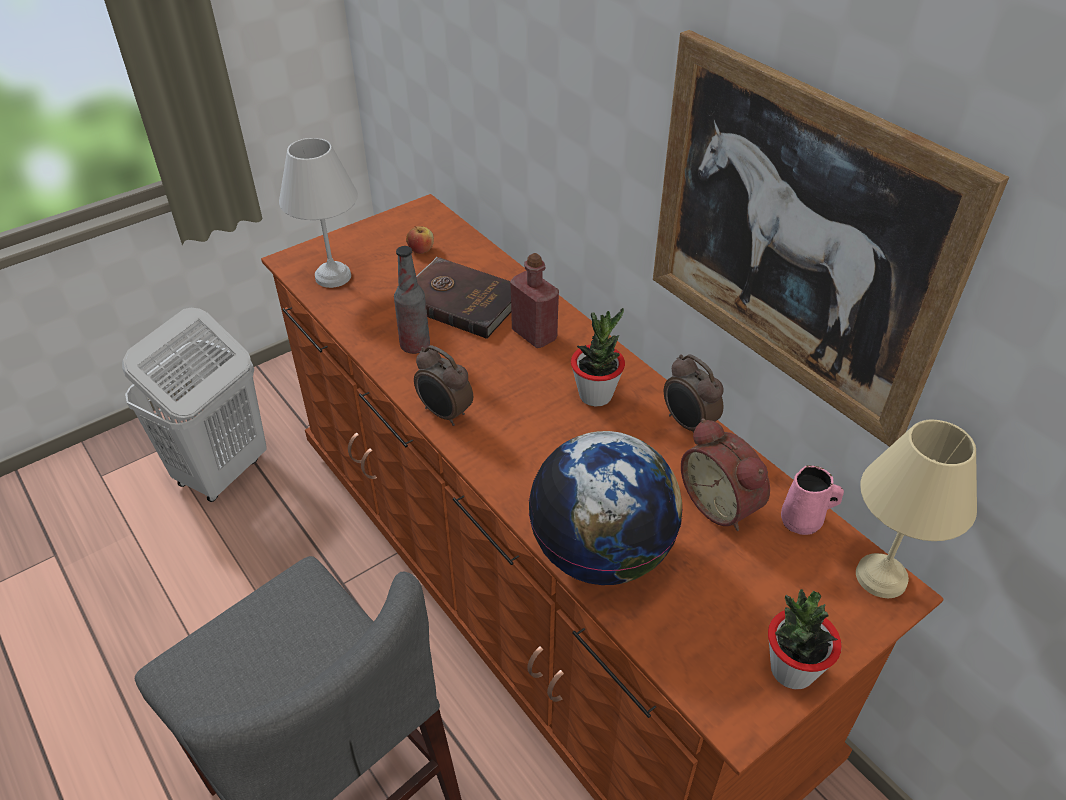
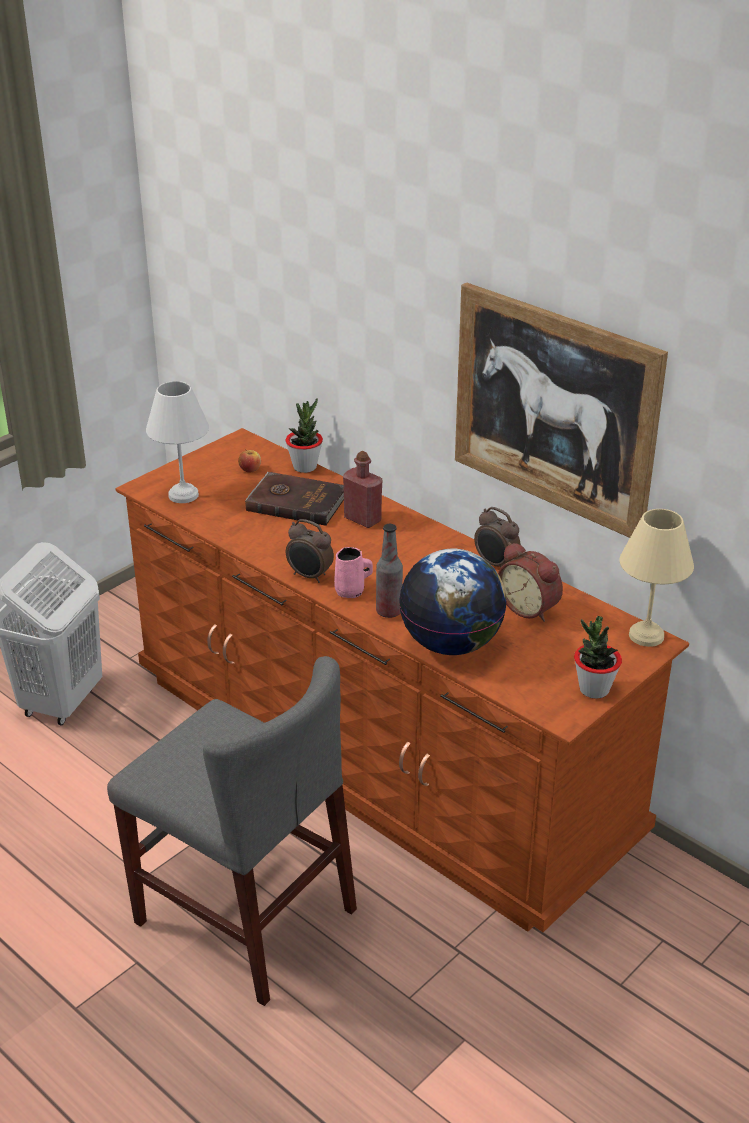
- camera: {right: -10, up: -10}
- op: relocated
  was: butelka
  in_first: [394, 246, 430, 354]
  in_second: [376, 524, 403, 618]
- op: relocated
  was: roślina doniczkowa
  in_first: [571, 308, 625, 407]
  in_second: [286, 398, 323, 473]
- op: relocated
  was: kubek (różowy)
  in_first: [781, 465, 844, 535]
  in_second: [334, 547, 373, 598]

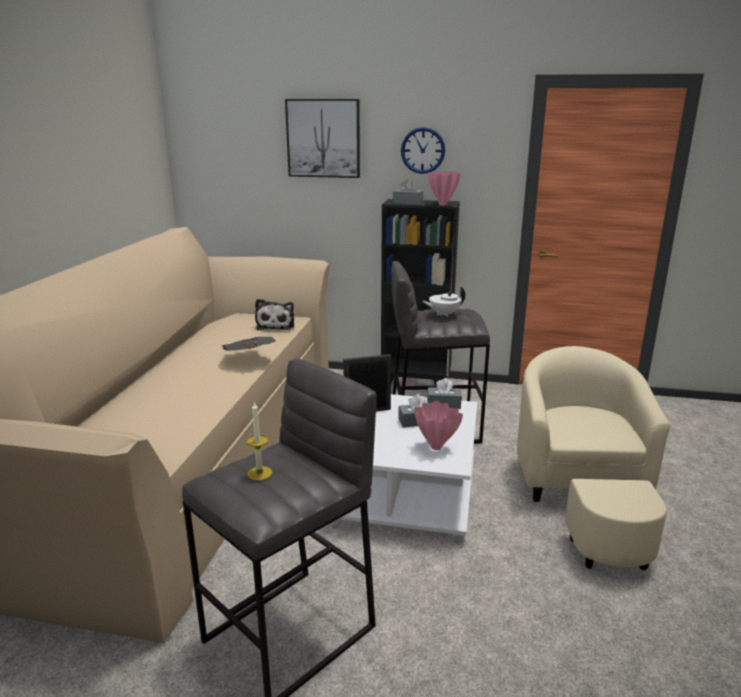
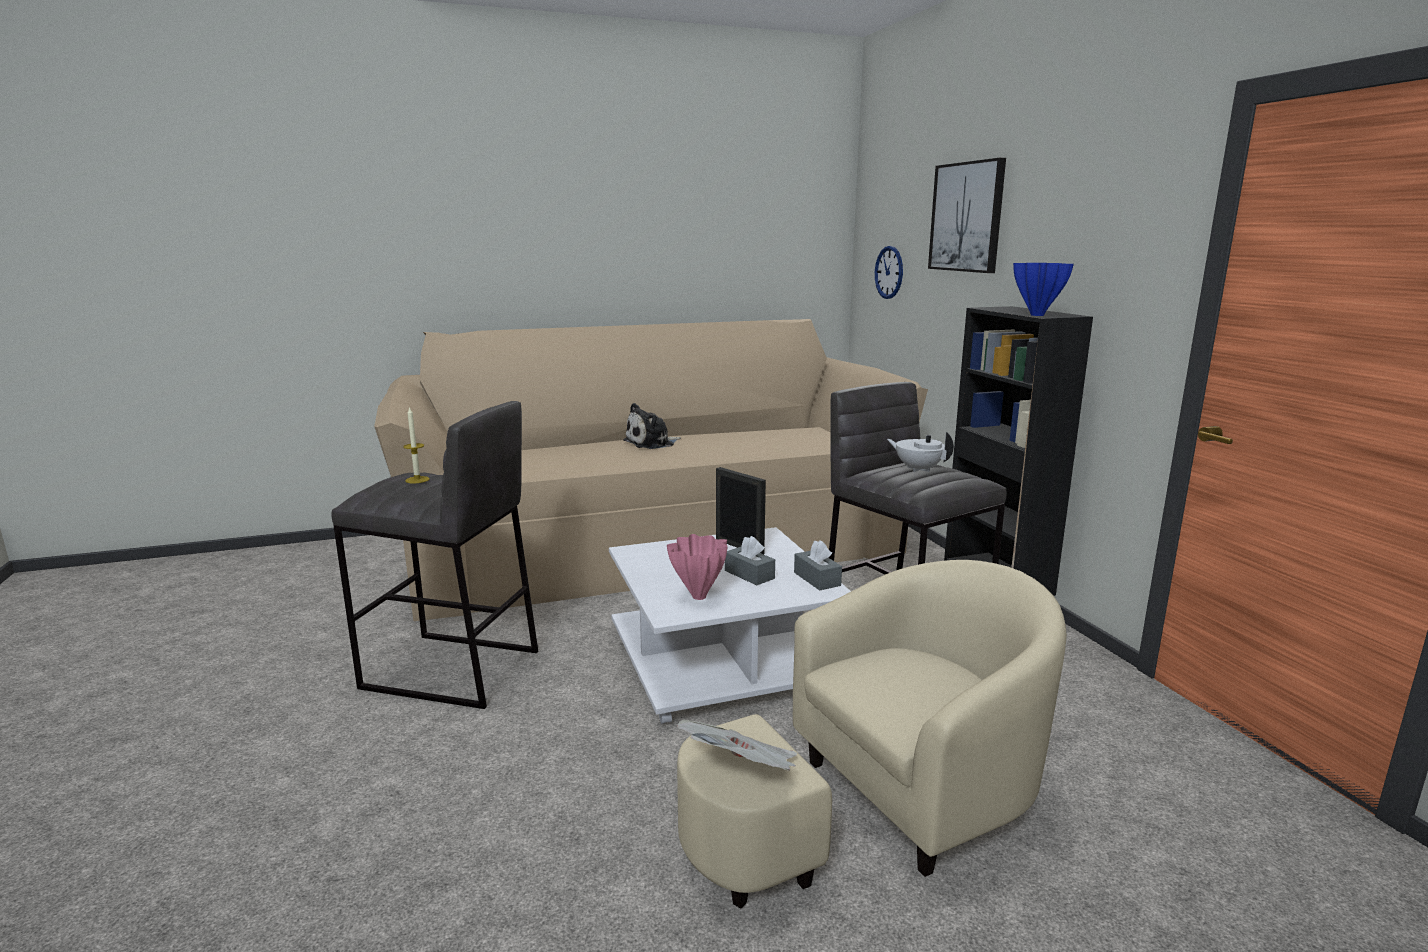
- camera: {right: 60, up: -5}
- op: missing
  was: pudełko chusteczek (szary)
  in_first: [393, 179, 423, 205]
- op: relocated
  was: gazeta
  in_first: [221, 337, 276, 351]
  in_second: [677, 720, 797, 771]
- op: relocated
  was: pluszak
  in_first: [255, 299, 294, 330]
  in_second: [623, 403, 681, 449]
- op: relocated
  was: zegar ścienny
  in_first: [401, 127, 445, 174]
  in_second: [875, 246, 903, 299]
- op: colour
  was: wazon (różowy)
  now: wazon (niebieski)
  in_first: [428, 171, 460, 205]
  in_second: [1013, 263, 1074, 316]

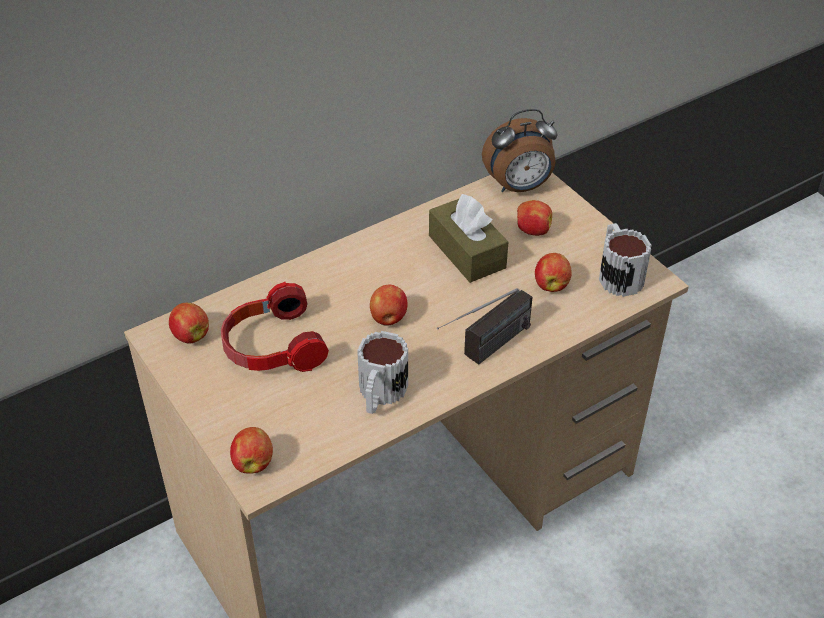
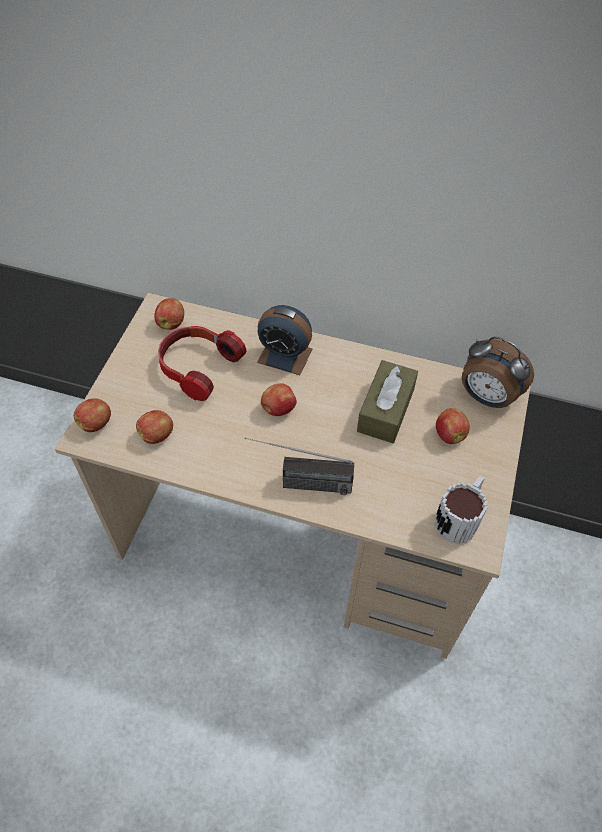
- camera: {right: 50, up: 10}
- op: missing
  was: kubek
  in_first: [357, 331, 408, 414]
- op: appeared
  now: budzik
  in_second: [257, 305, 313, 375]
- op: relocated
  was: jabłko
  in_first: [535, 253, 572, 292]
  in_second: [136, 410, 173, 444]

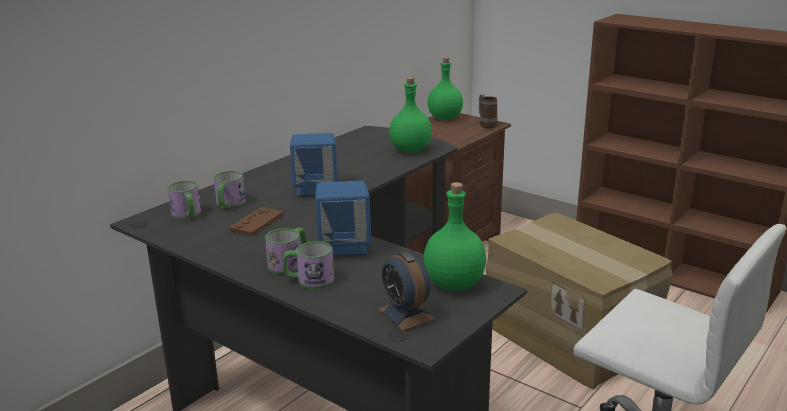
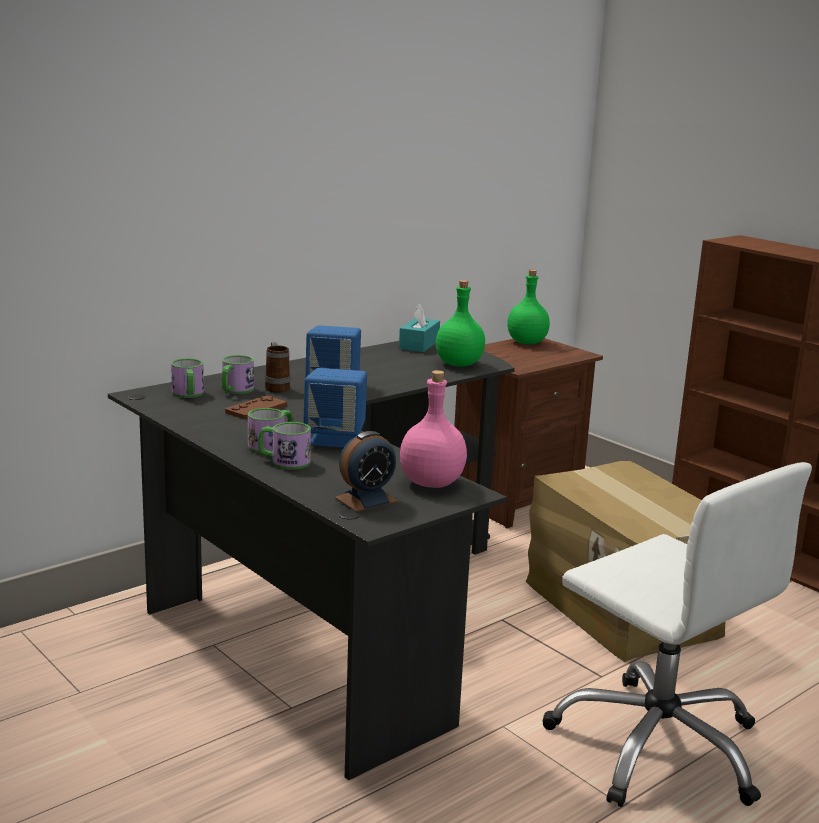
- camera: {right: 10, up: -5}
- op: appeared
  now: pudełko chusteczek (turkusowy)
  in_second: [399, 303, 440, 352]
- op: relocated
  was: kubek
  in_first: [479, 94, 498, 128]
  in_second: [265, 342, 291, 392]
- op: colour
  was: butelka (zielony)
  now: butelka (różowy)
  in_first: [424, 182, 486, 291]
  in_second: [400, 370, 467, 488]
- op: spun
  was: budzik
  in_first: [378, 251, 435, 331]
  in_second: [335, 431, 398, 512]
  clockwise: -105

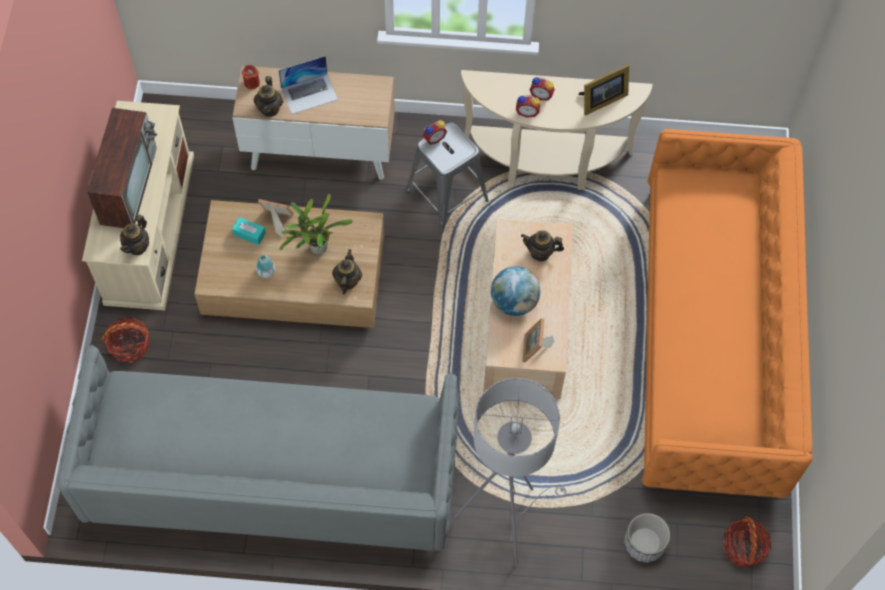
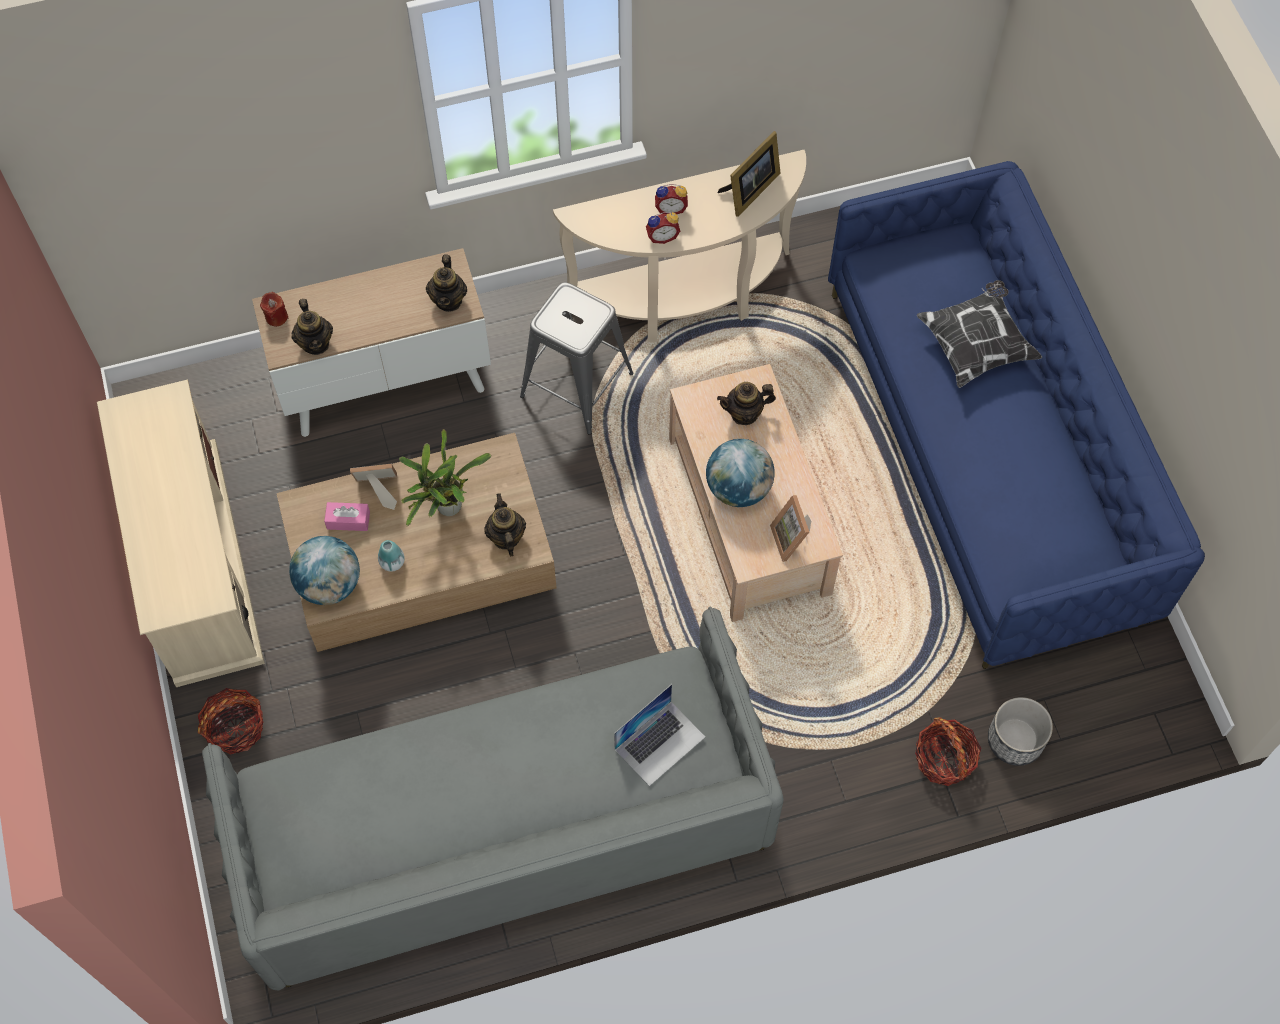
- camera: {right: -20, up: 0}
- op: missing
  was: telewizor
  in_first: [87, 108, 158, 228]
- op: missing
  was: budzik
  in_first: [423, 120, 447, 145]
- op: missing
  was: lampa stojąca (szary)
  in_first: [454, 378, 566, 566]
- op: appeared
  now: globus
  in_second: [289, 536, 360, 605]
- op: appeared
  now: poduszka
  in_second: [917, 280, 1042, 388]
- op: relocated
  was: imbryk
  in_first: [120, 215, 149, 255]
  in_second: [426, 255, 467, 312]
- op: relocated
  was: laptop
  in_first: [278, 56, 338, 114]
  in_second: [614, 684, 705, 786]
- op: relocated
  was: koszyk
  in_first: [723, 516, 772, 567]
  in_second: [915, 718, 981, 786]
- op: colour
  was: pudełko chusteczek (turkusowy)
  now: pudełko chusteczek (różowy)
  in_first: [232, 217, 266, 245]
  in_second: [324, 502, 370, 531]
- op: colour
  was: kanapa (pomarańczowy)
  now: kanapa (niebieski)
  in_first: [641, 129, 813, 498]
  in_second: [828, 161, 1205, 669]

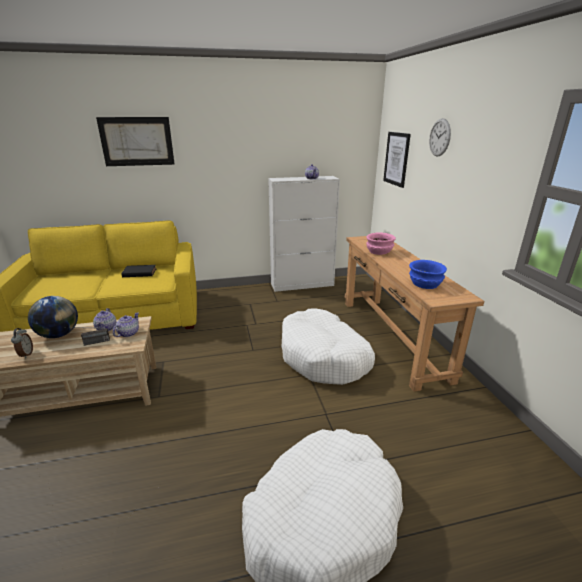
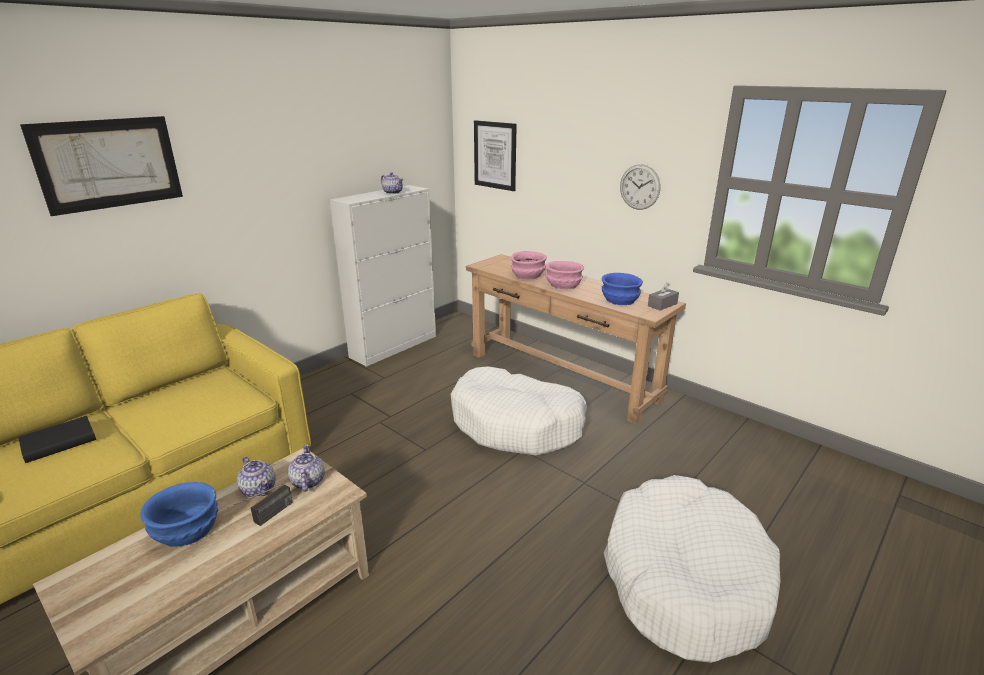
- camera: {right: -35, up: 0}
- op: missing
  was: budzik
  in_first: [11, 328, 33, 359]
- op: appeared
  now: miska (różowy)
  in_second: [546, 261, 584, 290]
- op: appeared
  now: pudełko chusteczek (szary)
  in_second: [648, 282, 679, 311]
- op: relocated
  was: książka (czarny)
  in_first: [121, 265, 156, 277]
  in_second: [18, 416, 96, 463]
- op: relocated
  was: zegar ścienny
  in_first: [429, 118, 451, 156]
  in_second: [620, 164, 660, 210]
- op: exchanged
  was: globus
  now: miska (niebieski)
  in_first: [28, 296, 78, 338]
  in_second: [140, 482, 218, 547]

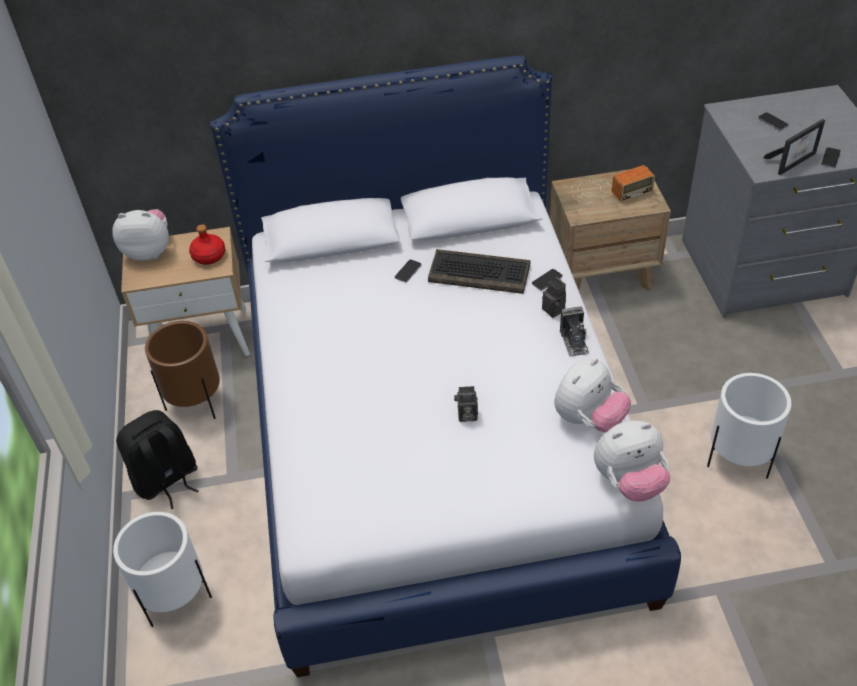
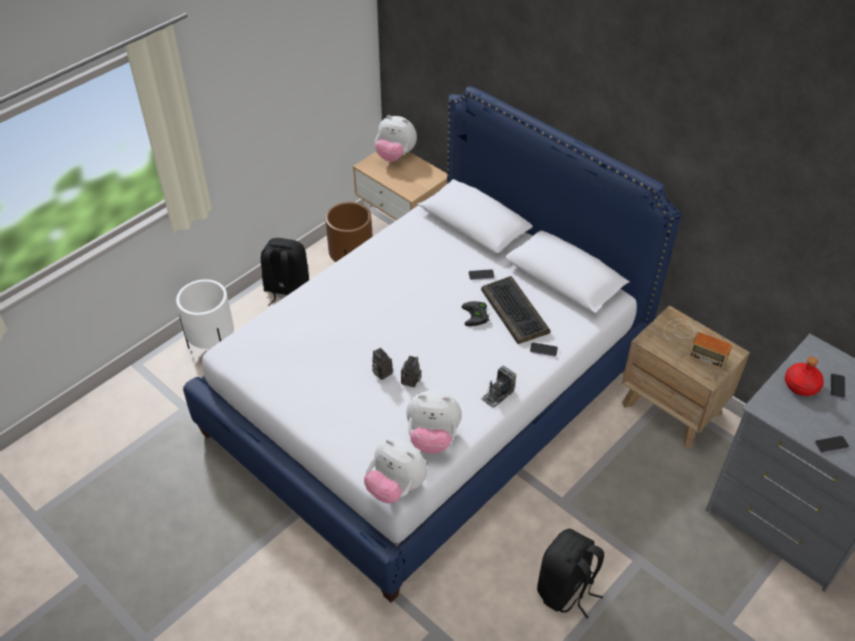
- camera: {right: 50, up: 0}
- op: missing
  was: ramka na zdjęcie
  in_first: [763, 119, 825, 175]
- op: appeared
  now: pad do gier (czarny)
  in_second: [461, 301, 489, 326]
- op: relocated
  was: butelka (czerwony)
  in_first: [189, 224, 225, 265]
  in_second: [785, 357, 824, 396]
- op: relocated
  was: aparat fotograficzny
  in_first: [542, 276, 566, 318]
  in_second: [401, 356, 421, 387]
- op: exchanged
  was: donica (biały)
  now: plecak (czarny)
  in_first: [707, 373, 791, 479]
  in_second: [537, 529, 604, 618]
- op: spun
  was: pluszak
  in_first: [112, 209, 169, 261]
  in_second: [375, 115, 417, 162]
  clockwise: 150

